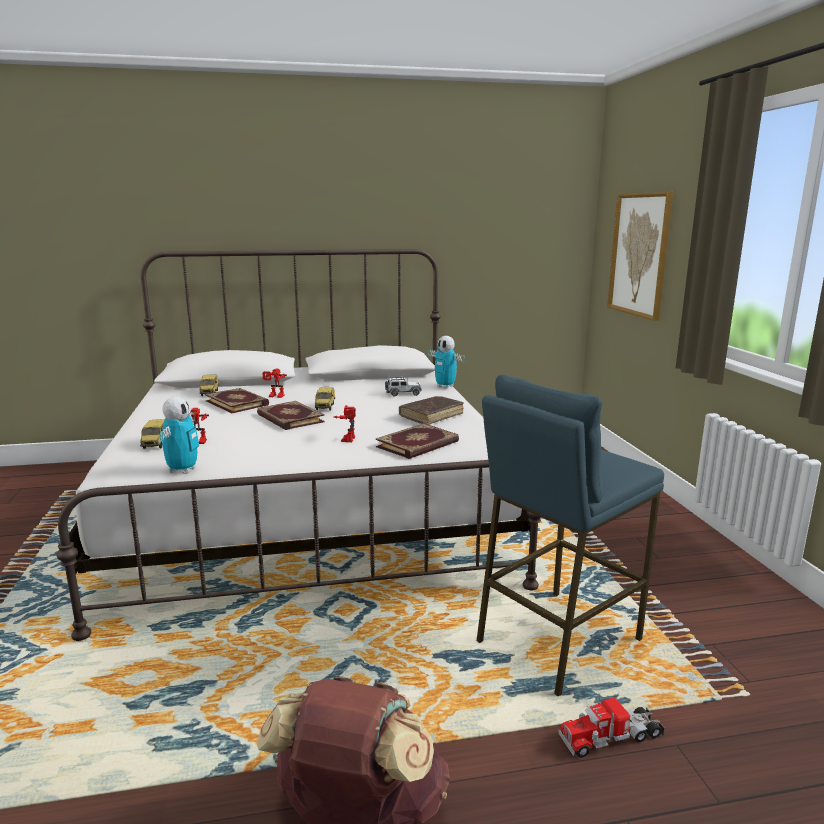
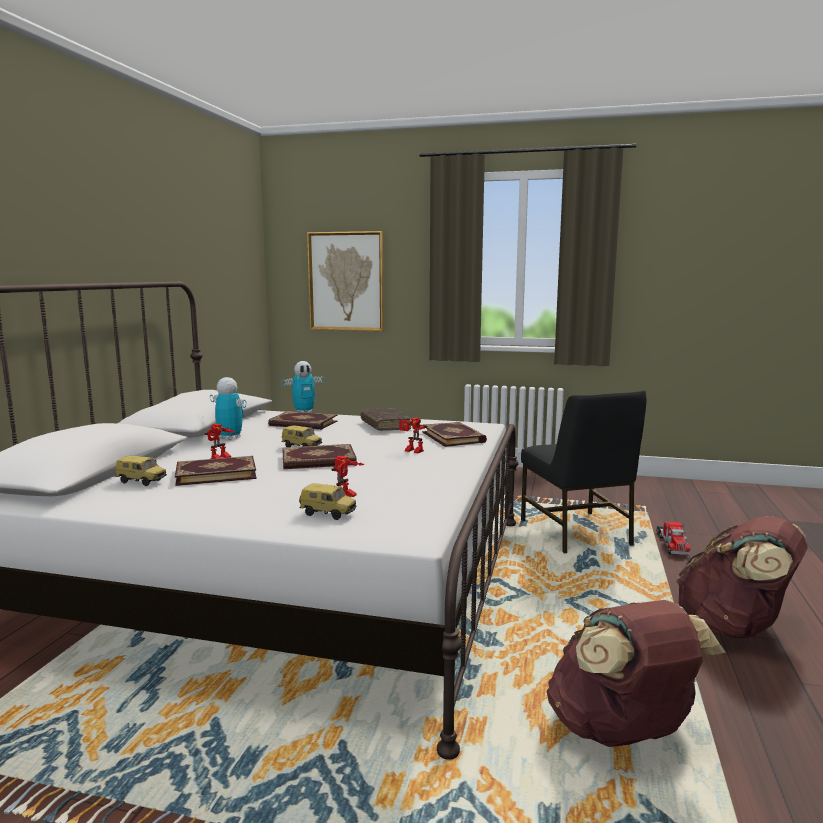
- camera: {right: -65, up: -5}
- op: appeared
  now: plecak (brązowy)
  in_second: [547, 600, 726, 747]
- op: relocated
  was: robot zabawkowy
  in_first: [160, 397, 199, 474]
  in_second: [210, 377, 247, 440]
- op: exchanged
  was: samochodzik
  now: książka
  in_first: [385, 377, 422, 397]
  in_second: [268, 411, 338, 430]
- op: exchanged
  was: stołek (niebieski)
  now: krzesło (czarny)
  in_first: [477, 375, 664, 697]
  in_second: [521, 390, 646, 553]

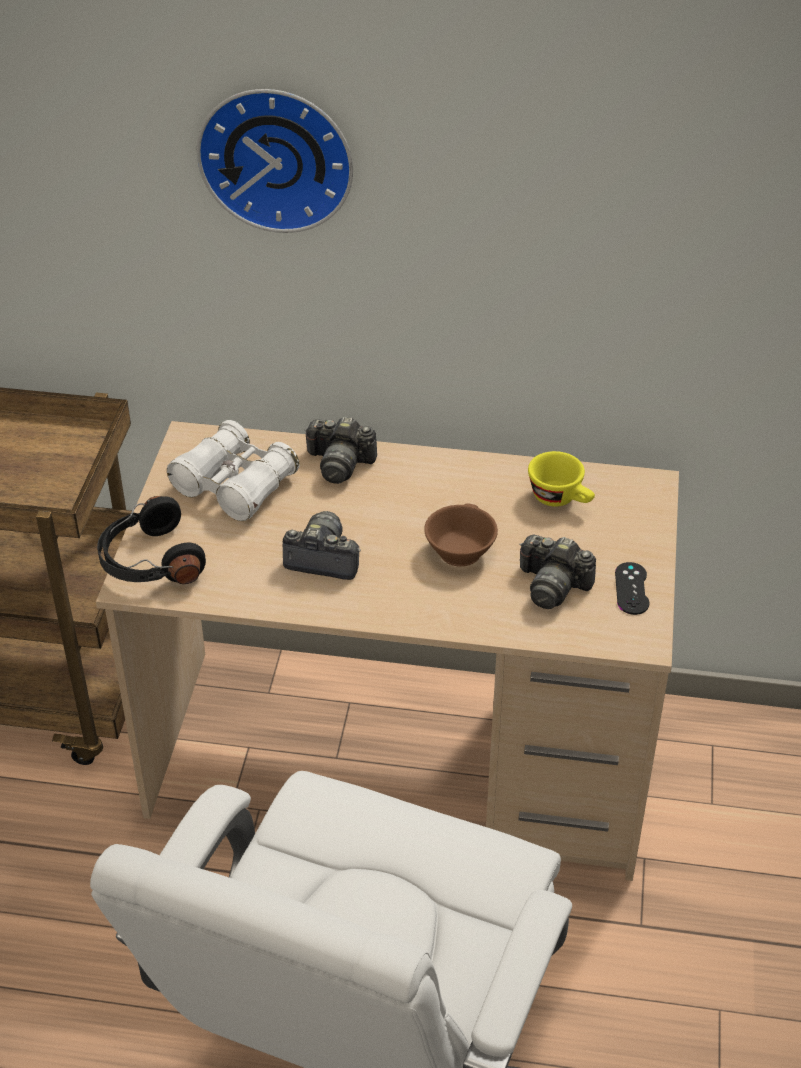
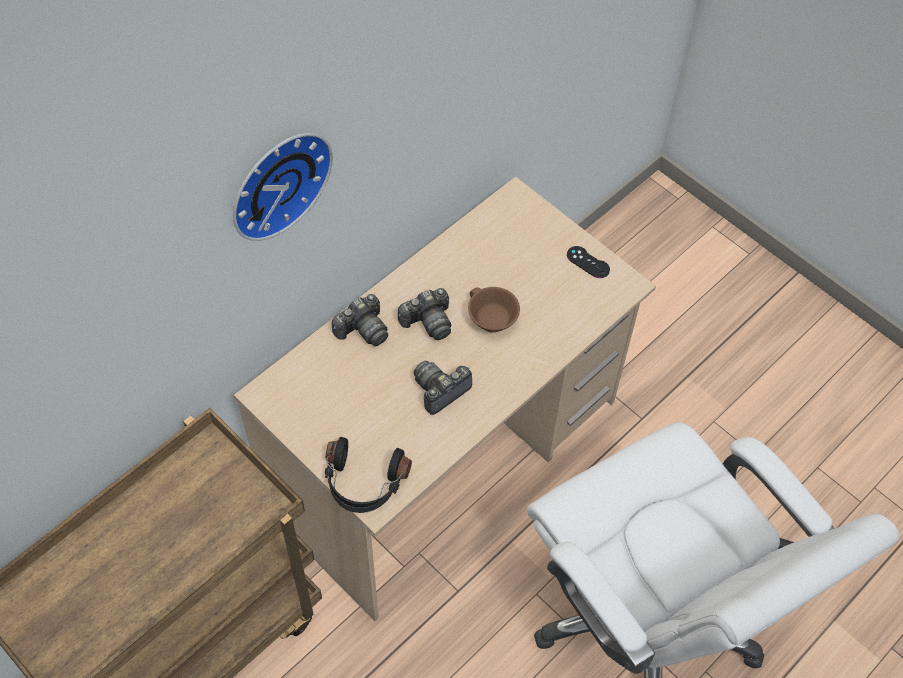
- camera: {right: -55, up: 15}
- op: missing
  was: lornetka (biały)
  in_first: [167, 420, 300, 521]
- op: missing
  was: filiżanka (żółty)
  in_first: [528, 451, 595, 507]
- op: relocated
  was: aparat fotograficzny
  in_first: [519, 534, 596, 609]
  in_second: [398, 288, 451, 340]

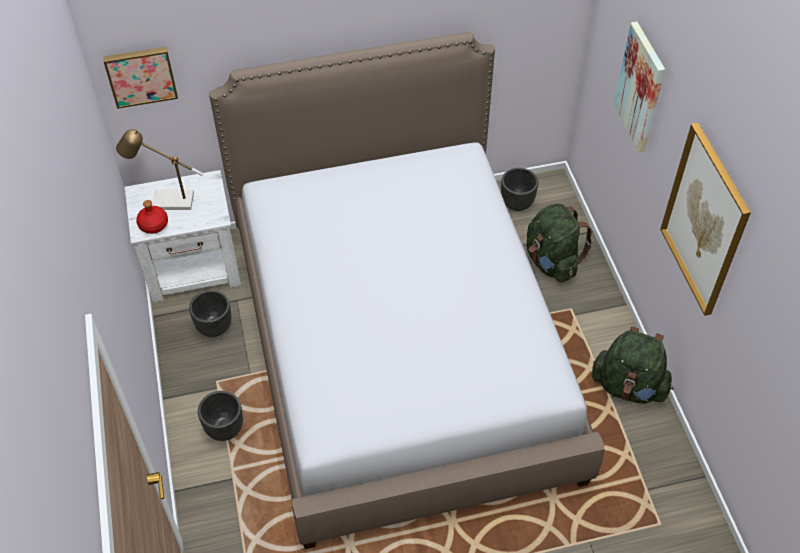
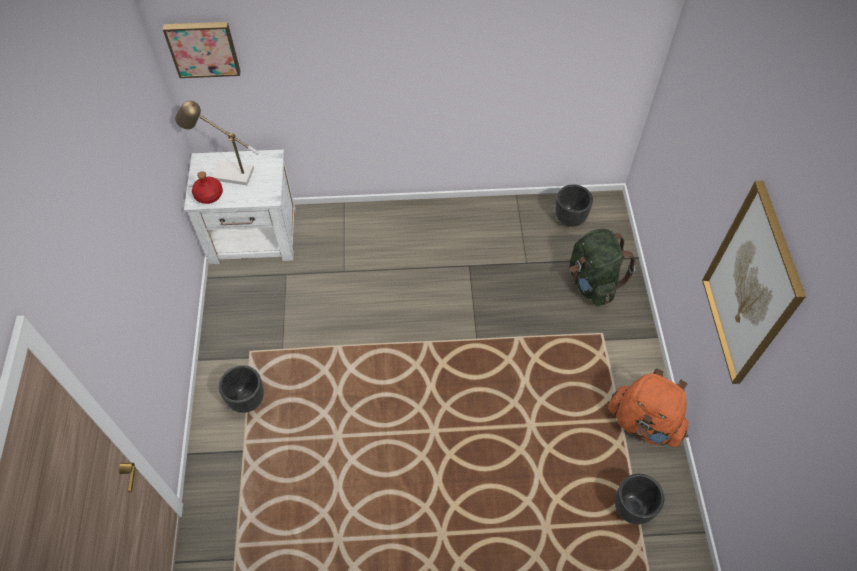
- camera: {right: 10, up: 5}
- op: missing
  was: łóżko
  in_first: [209, 32, 605, 549]
- op: missing
  was: obraz
  in_first: [614, 21, 665, 152]
- op: relocated
  was: donica (czarny)
  in_first: [189, 290, 231, 337]
  in_second: [615, 474, 664, 525]
- op: colour
  was: plecak (zielony)
  now: plecak (pomarańczowy)
  in_first: [592, 327, 673, 403]
  in_second: [608, 368, 689, 447]

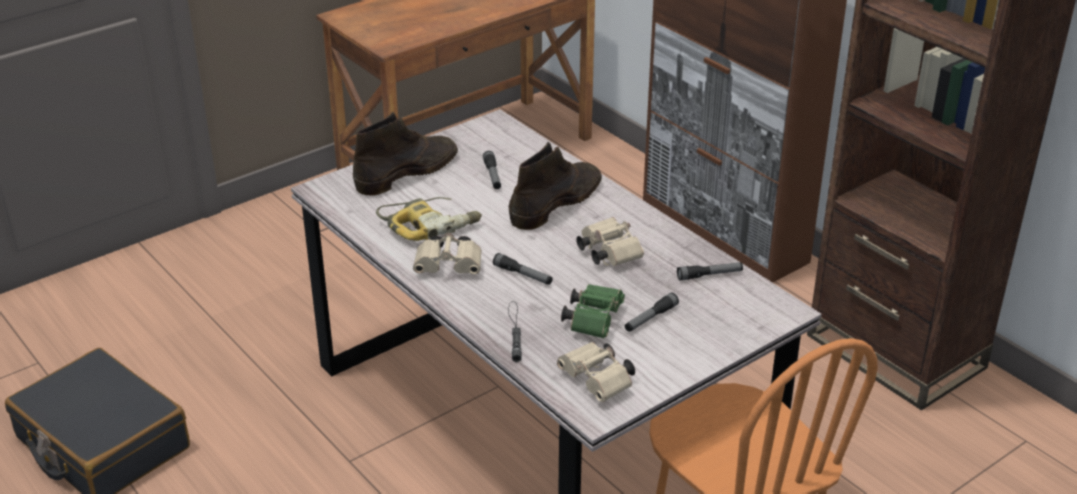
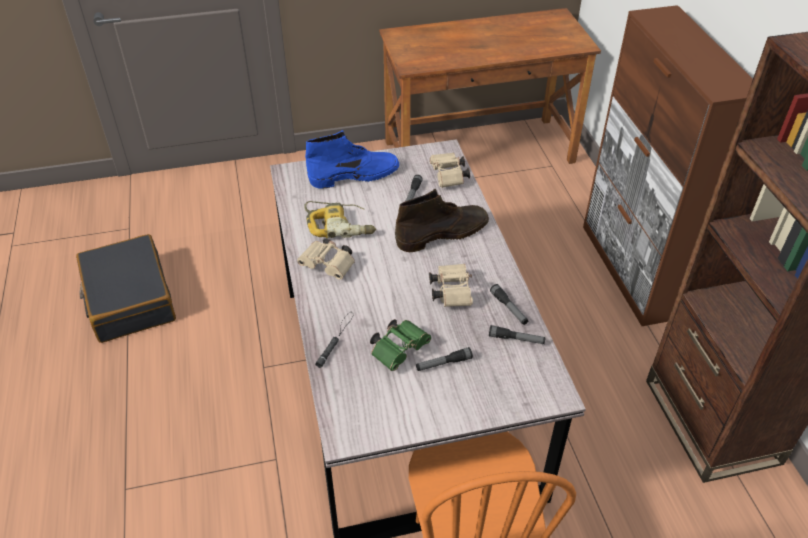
- camera: {right: 25, up: 10}
- op: relocated
  was: latarka
  in_first: [493, 253, 553, 285]
  in_second: [490, 284, 528, 325]
- op: relocated
  was: lornetka (beżowy)
  in_first: [557, 342, 635, 402]
  in_second: [430, 153, 470, 188]
- op: colour
  was: but z cholewką (brązowy)
  now: but z cholewką (niebieski)
  in_first: [353, 112, 458, 195]
  in_second: [305, 130, 399, 189]

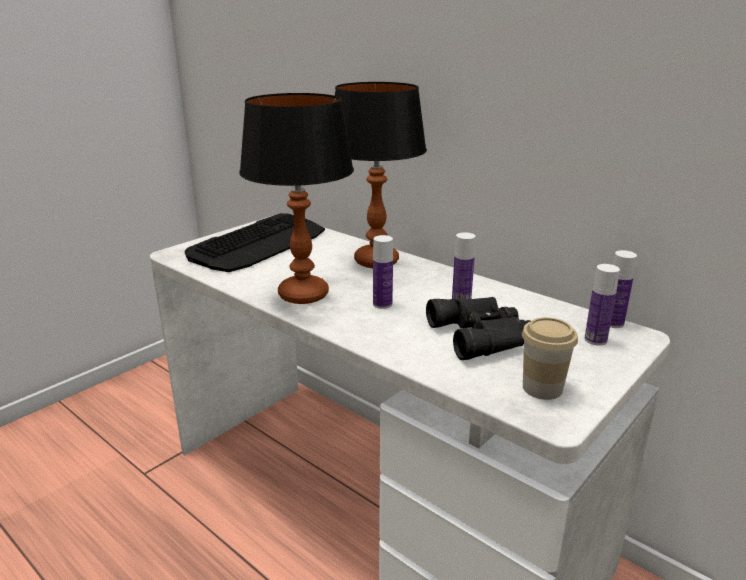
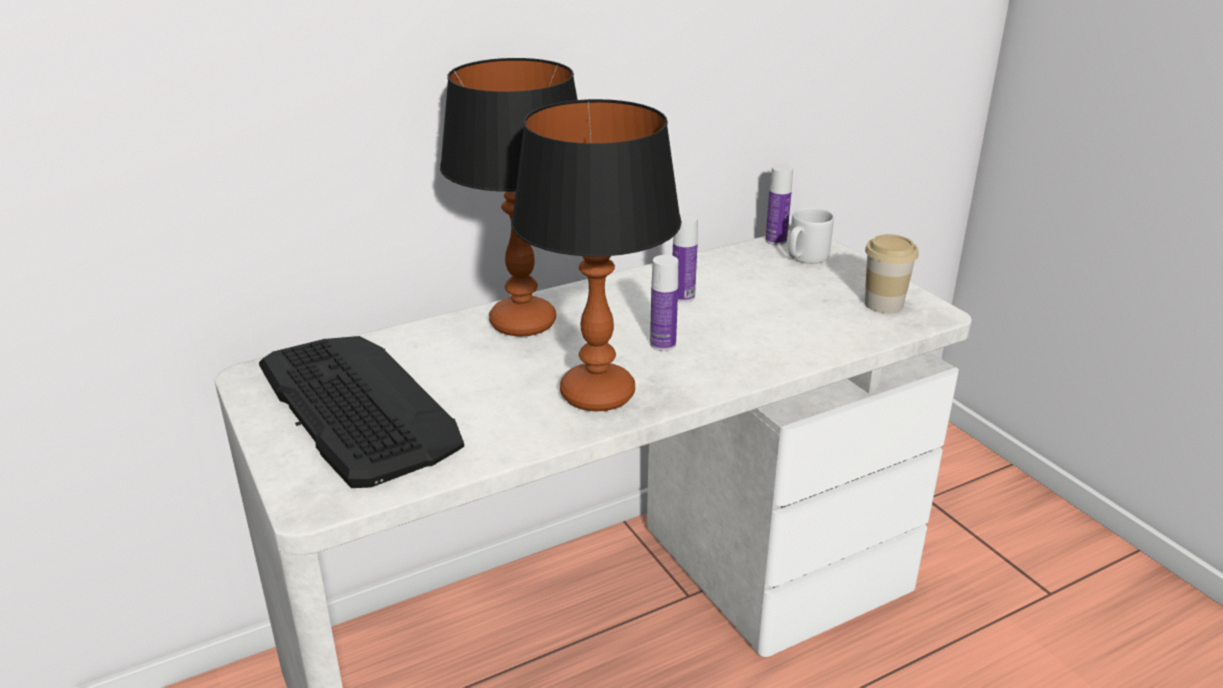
- camera: {right: -70, up: 5}
- op: missing
  was: lornetka (czarny)
  in_first: [426, 297, 531, 360]
- op: exchanged
  was: butelka
  now: kubek (szary)
  in_first: [584, 264, 620, 346]
  in_second: [789, 207, 834, 264]

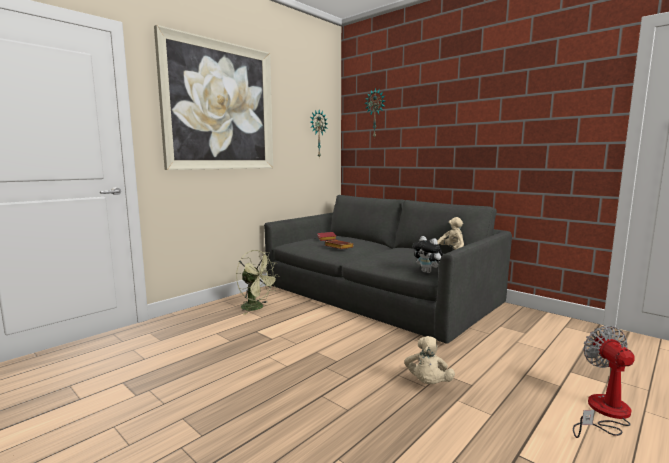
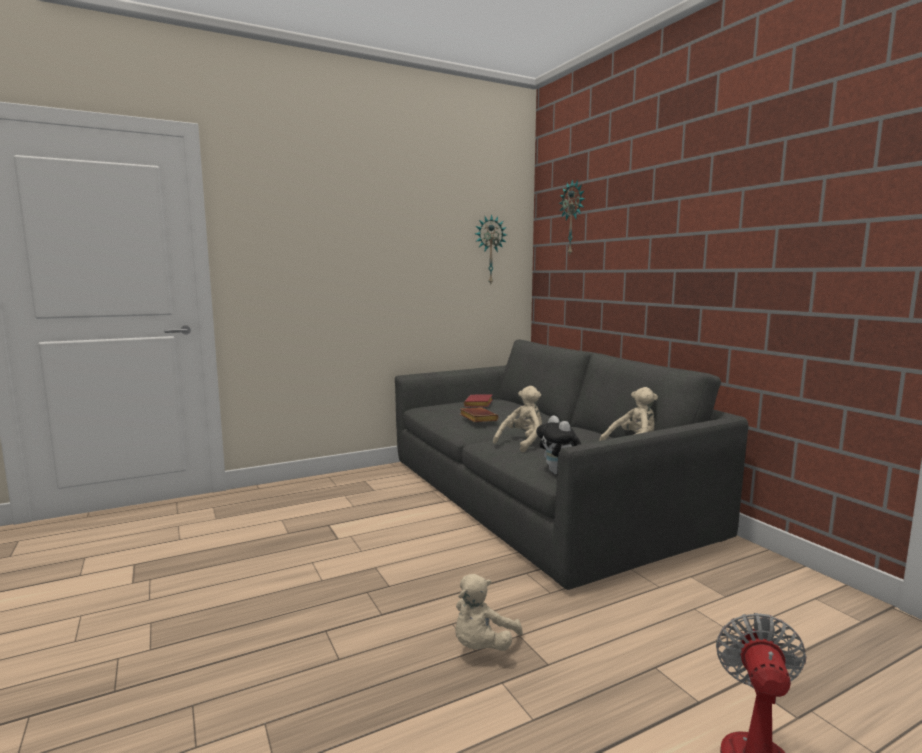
- camera: {right: 20, up: 0}
- op: missing
  was: obraz
  in_first: [154, 25, 273, 170]
- op: missing
  was: wentylator (zielony)
  in_first: [236, 250, 279, 315]
- op: appeared
  now: pluszak (beżowy)
  in_second: [493, 386, 542, 452]

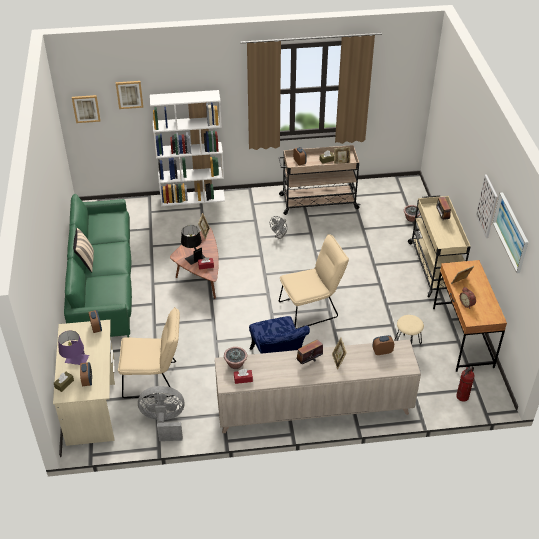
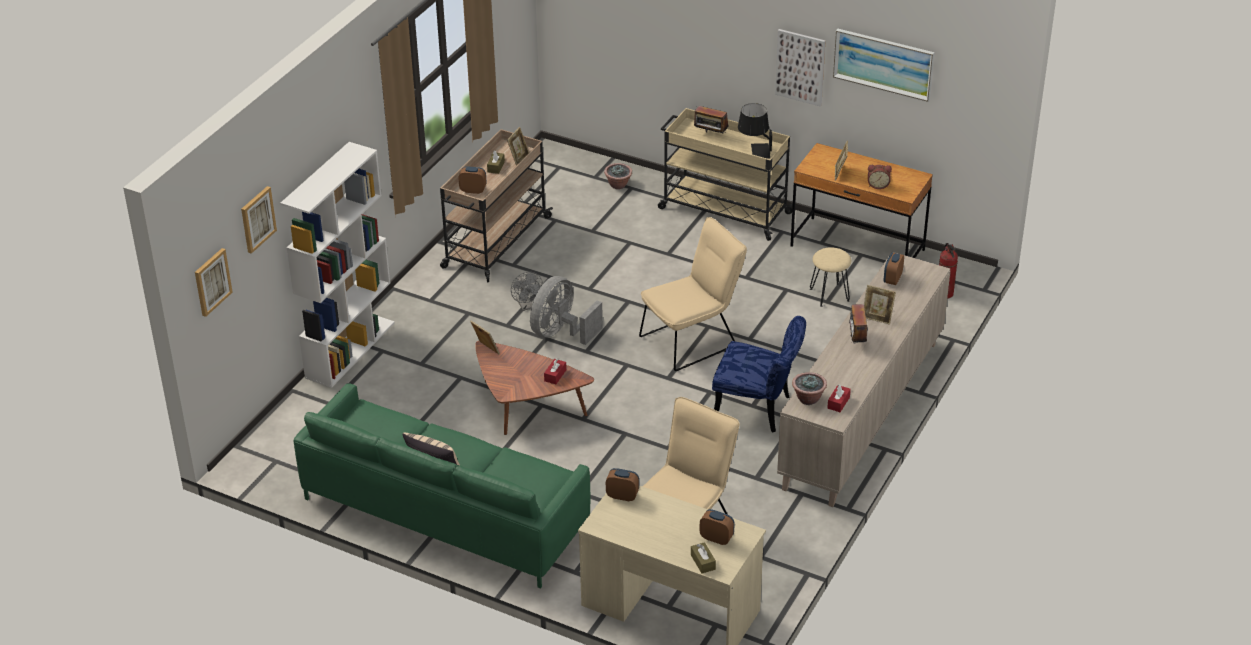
- camera: {right: -55, up: -5}
- op: missing
  was: lampa stołowa (fioletowy)
  in_first: [58, 331, 89, 365]
- op: relocated
  was: wentylator (szary)
  in_first: [138, 386, 185, 441]
  in_second: [530, 276, 603, 345]
- op: relocated
  was: lampa stołowa (czarny)
  in_first: [181, 225, 205, 265]
  in_second: [738, 103, 772, 158]
- op: spun
  was: krzesło (beżowy)
  in_first: [279, 234, 349, 329]
  in_second: [639, 217, 747, 371]
  clockwise: 45

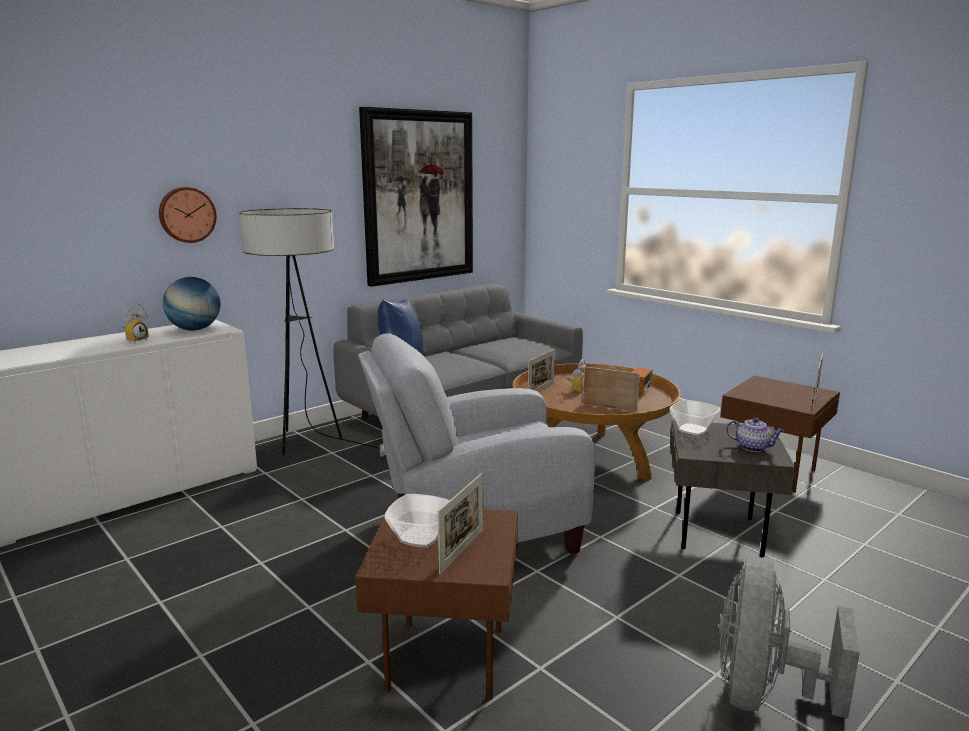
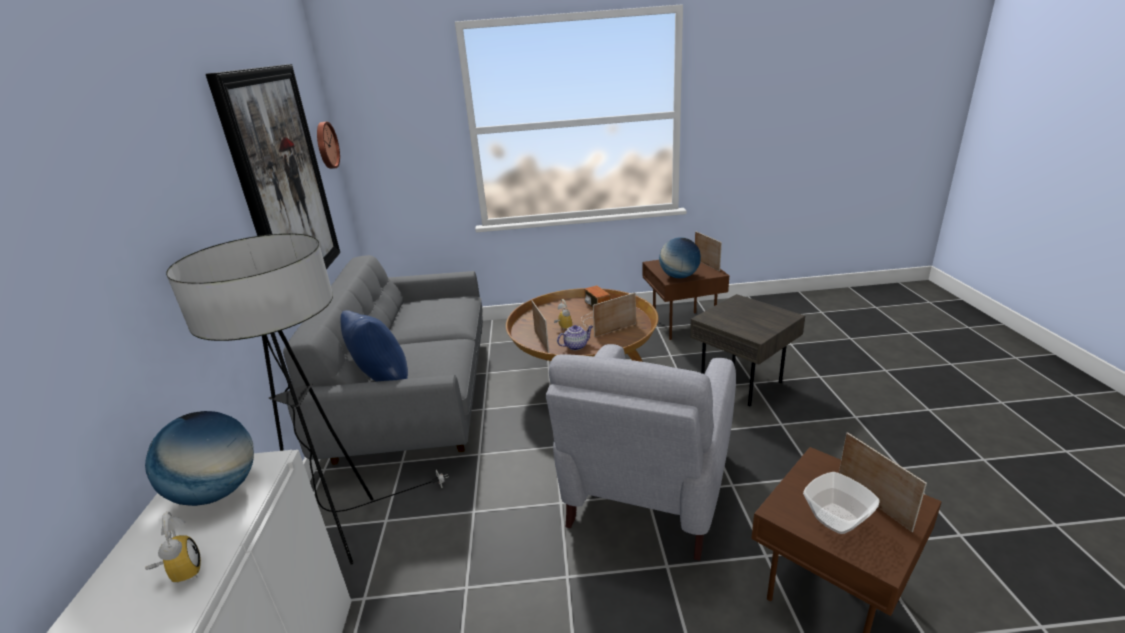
- camera: {right: -50, up: 10}
- op: missing
  was: miska
  in_first: [670, 400, 720, 435]
- op: missing
  was: wentylator (szary)
  in_first: [719, 557, 860, 719]
- op: appeared
  now: globus
  in_second: [659, 237, 701, 278]
- op: relocated
  was: zegar ścienny
  in_first: [159, 187, 217, 243]
  in_second: [317, 122, 340, 169]
- op: relocated
  was: imbryk
  in_first: [726, 418, 784, 452]
  in_second: [557, 325, 593, 350]

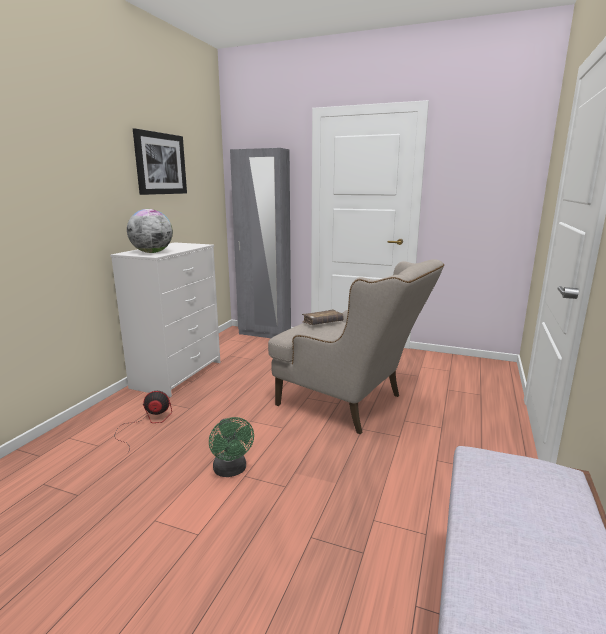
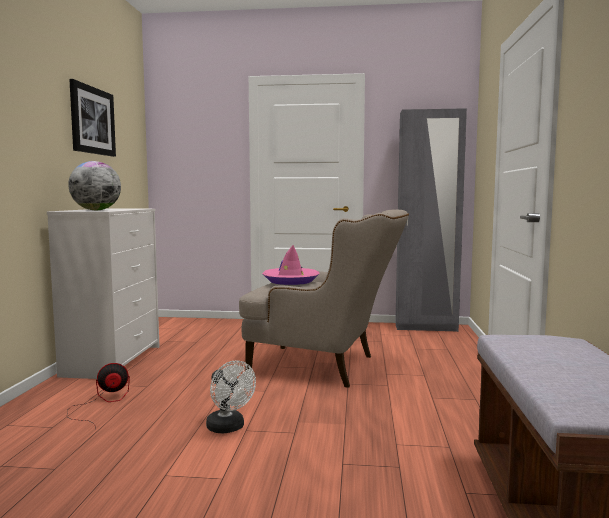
- camera: {right: -15, up: -10}
- op: relocated
  was: szafa (szary)
  in_first: [230, 148, 291, 338]
  in_second: [395, 108, 467, 332]
- op: exchanged
  was: książka (brązowy)
  now: kapelusz (różowy)
  in_first: [302, 310, 343, 325]
  in_second: [262, 245, 319, 285]
- op: colour
  was: wentylator (zielony)
  now: wentylator (biały)
  in_first: [209, 417, 254, 477]
  in_second: [206, 360, 256, 433]

